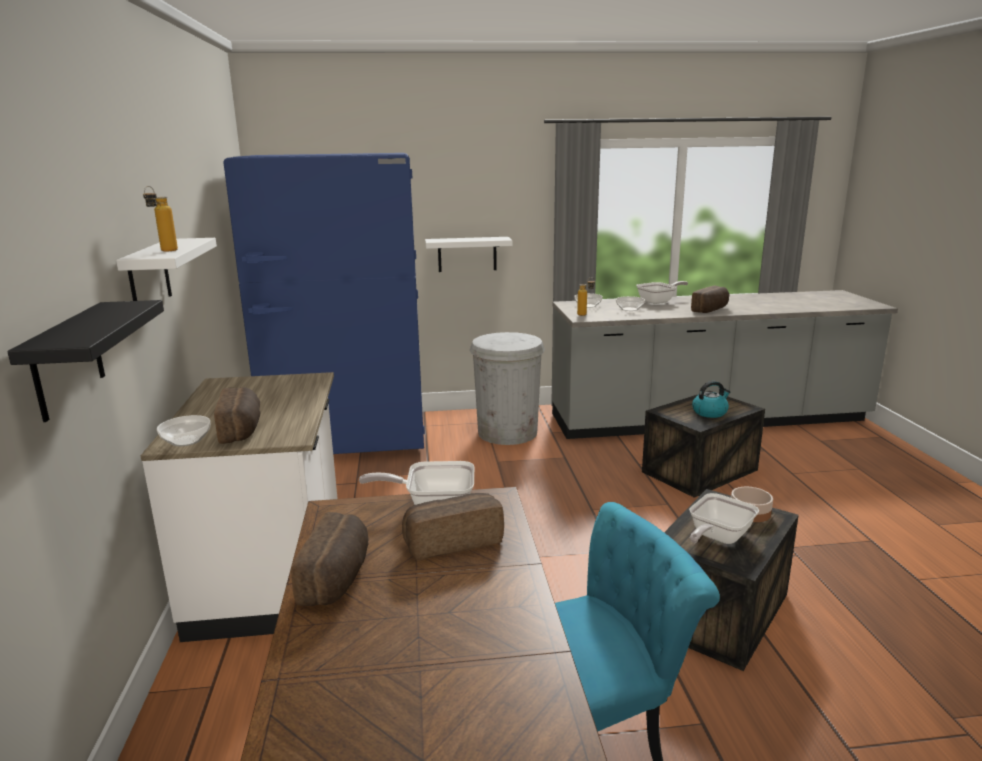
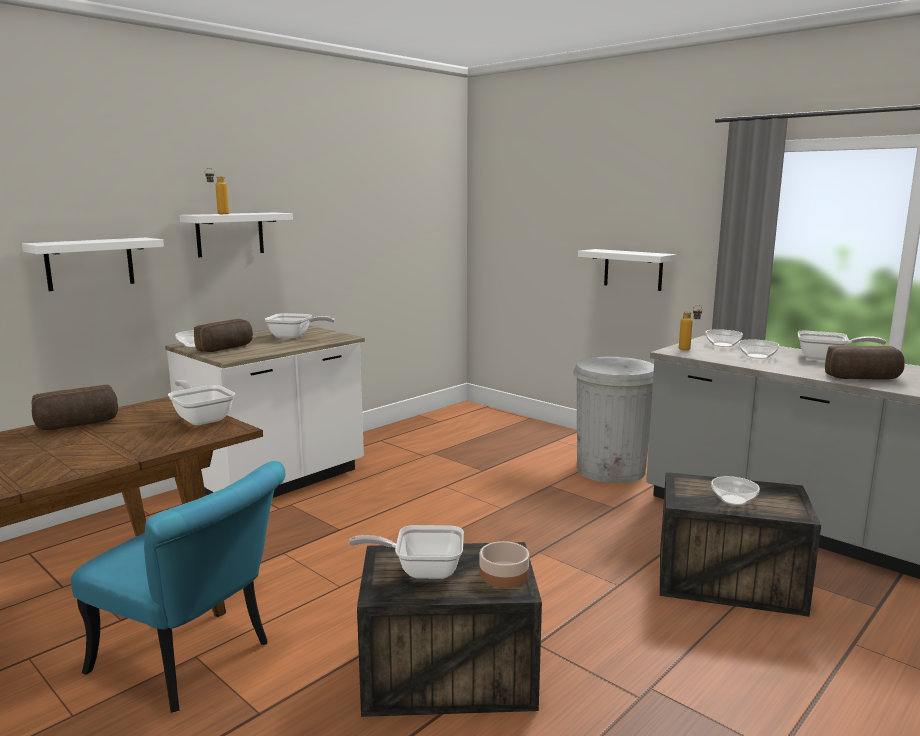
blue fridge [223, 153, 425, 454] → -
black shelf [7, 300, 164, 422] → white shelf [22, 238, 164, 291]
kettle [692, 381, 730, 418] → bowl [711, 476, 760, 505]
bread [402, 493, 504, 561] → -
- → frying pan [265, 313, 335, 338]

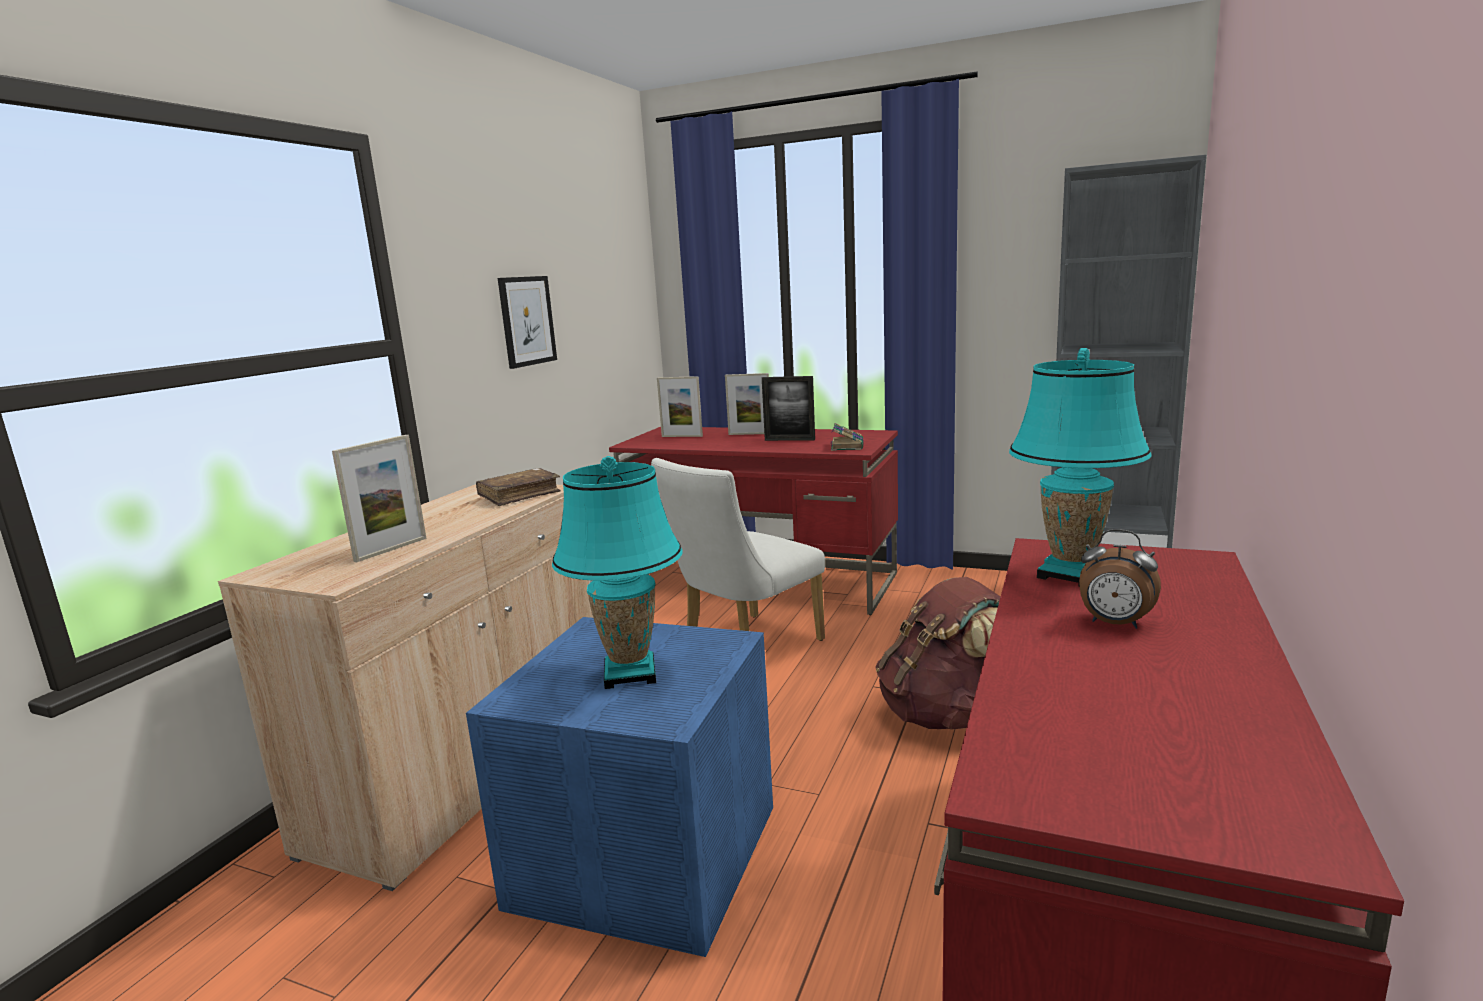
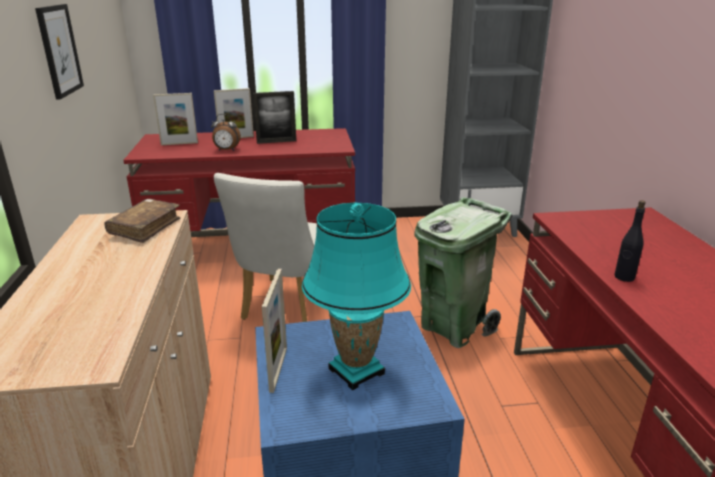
turquoise table lamp [1009, 348, 1151, 587] → -
book [830, 423, 864, 451] → -
picture frame [332, 435, 427, 562] → picture frame [262, 269, 287, 393], shifted
alarm clock [1079, 529, 1161, 629] → alarm clock [211, 114, 241, 151], shifted
brown backpack [876, 577, 1000, 730] → green trash can [414, 197, 512, 348]
- → black bottle [614, 200, 646, 282]

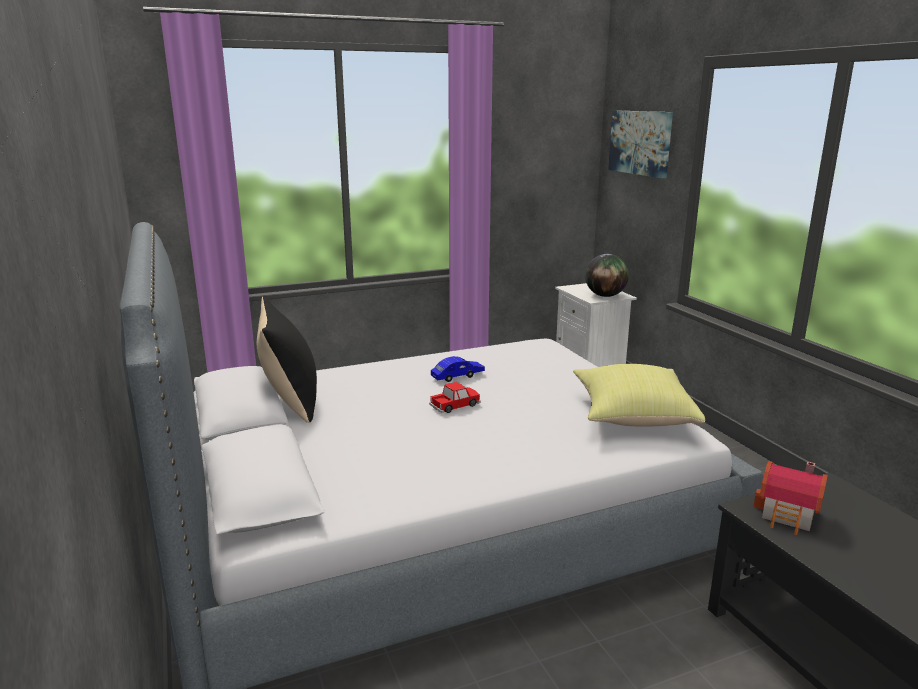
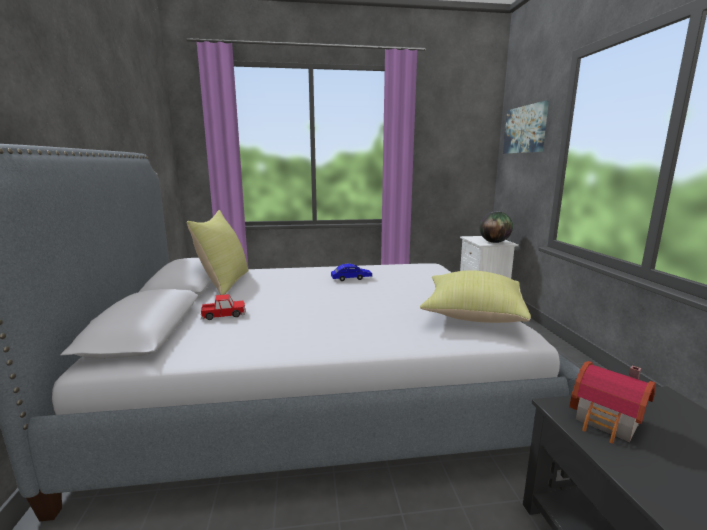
black pillow [257, 296, 317, 423] → yellow pillow [187, 210, 249, 295]
toy car [429, 382, 480, 413] → toy car [201, 294, 246, 320], shifted

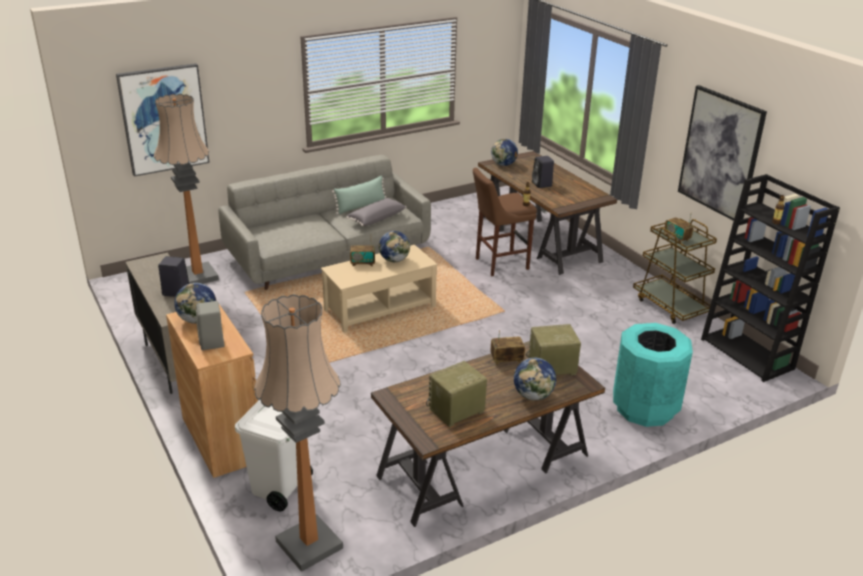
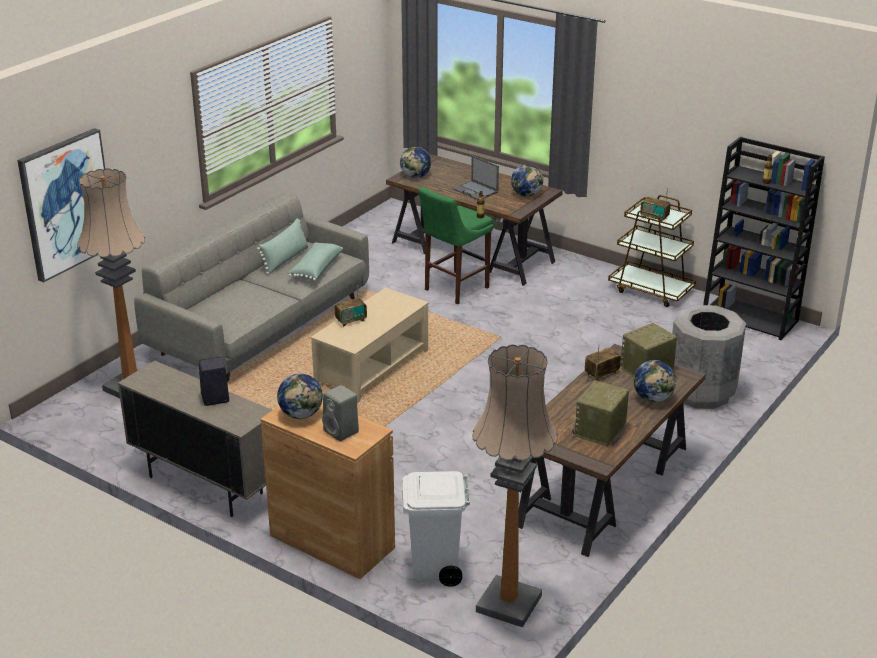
picture [678, 85, 767, 221] → -
black speaker [532, 156, 554, 188] → laptop [453, 156, 499, 200]
brown stool [473, 168, 537, 276] → green stool [418, 187, 493, 305]
grey pillow [346, 198, 406, 226] → green pillow [288, 242, 343, 281]
globe [379, 231, 410, 262] → globe [511, 164, 543, 197], shifted
turquoise trash can [613, 323, 693, 427] → grey trash can [672, 305, 746, 409]

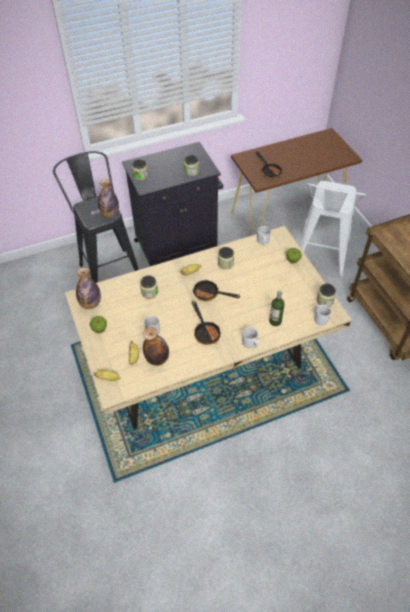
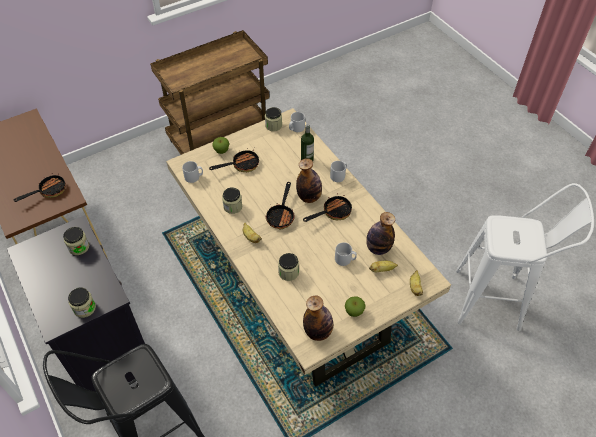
bottle [98, 179, 119, 218] → bottle [296, 158, 322, 203], shifted
white stool [299, 181, 366, 278] → white stool [456, 183, 594, 331], shifted
- → frying pan [209, 148, 259, 172]

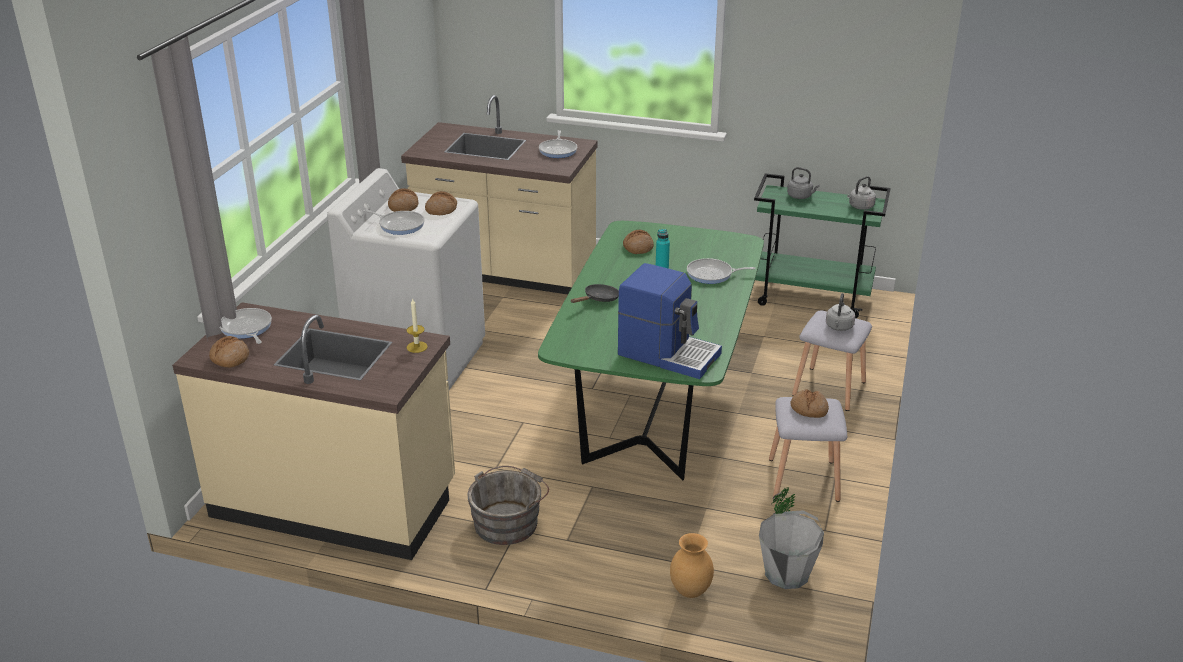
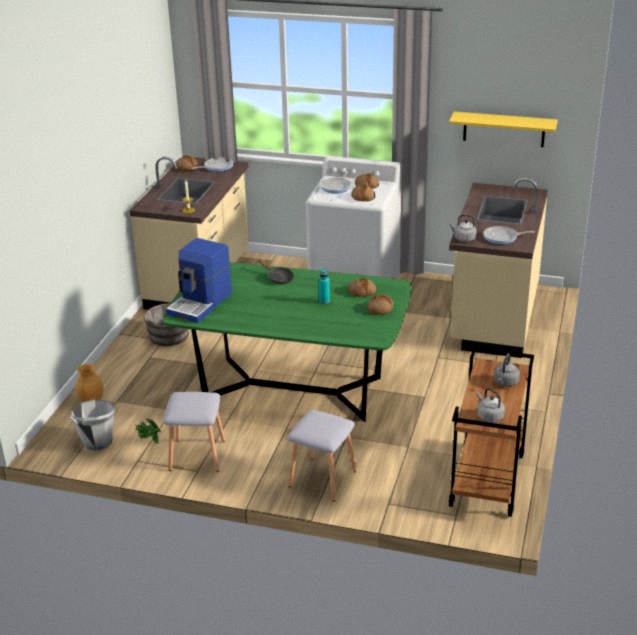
green cart [754, 173, 890, 318] → brown cart [449, 347, 534, 517]
frying pan [687, 258, 756, 284] → -
grey kettle [826, 293, 855, 331] → grey kettle [449, 214, 477, 242], shifted
bread [791, 389, 829, 418] → bread [367, 294, 393, 315], shifted
- → yellow shelf [449, 112, 558, 147]

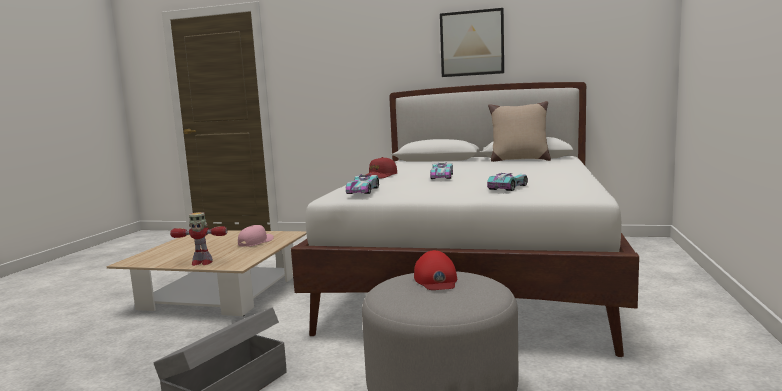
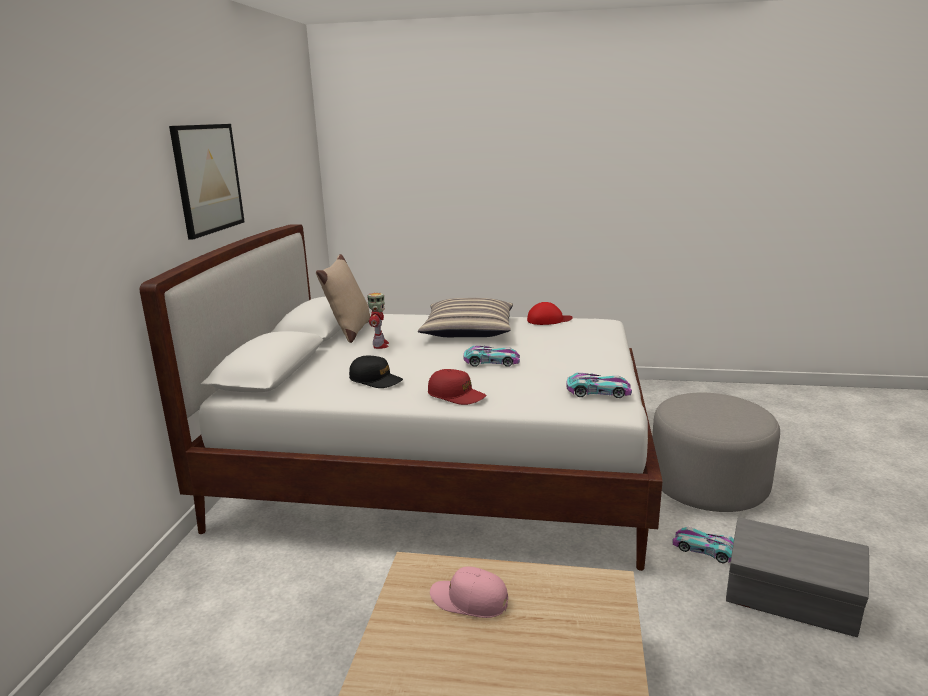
toy car [487, 173, 528, 191] → toy car [672, 527, 734, 564], shifted
toy robot [170, 212, 227, 266] → toy robot [367, 293, 389, 349], shifted
red cap [414, 250, 457, 290] → red cap [527, 302, 573, 325], shifted
- → pillow [418, 298, 513, 337]
- → black cap [349, 355, 403, 388]

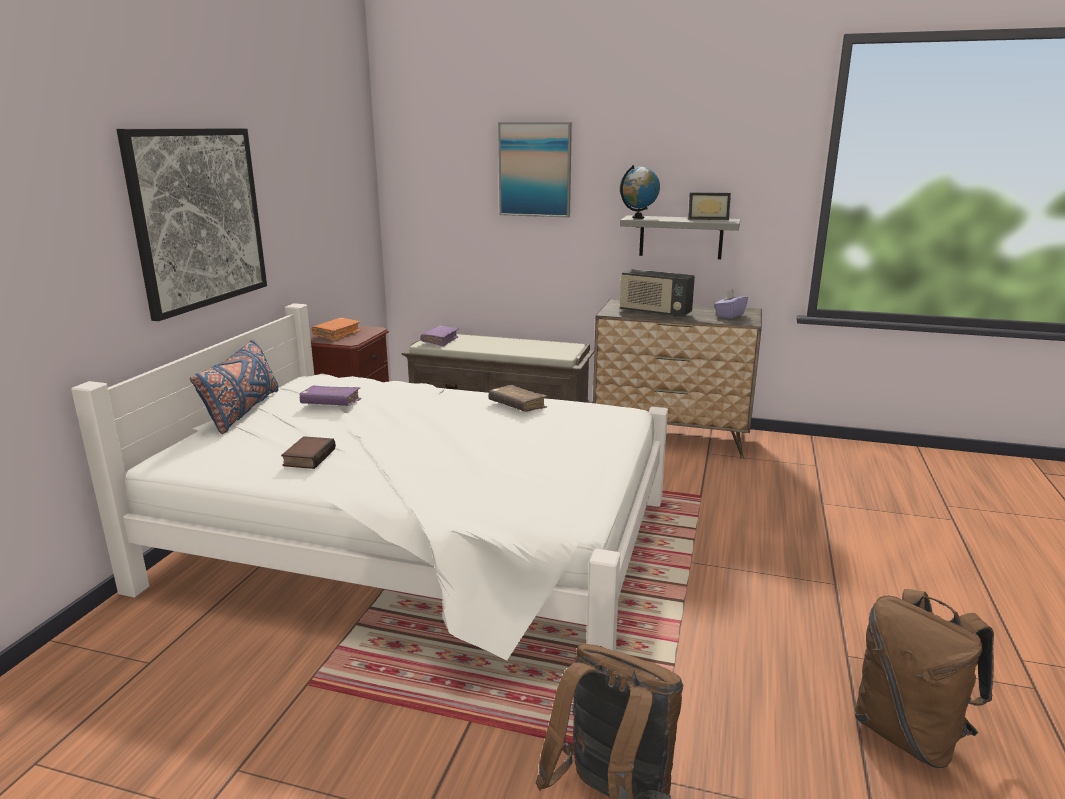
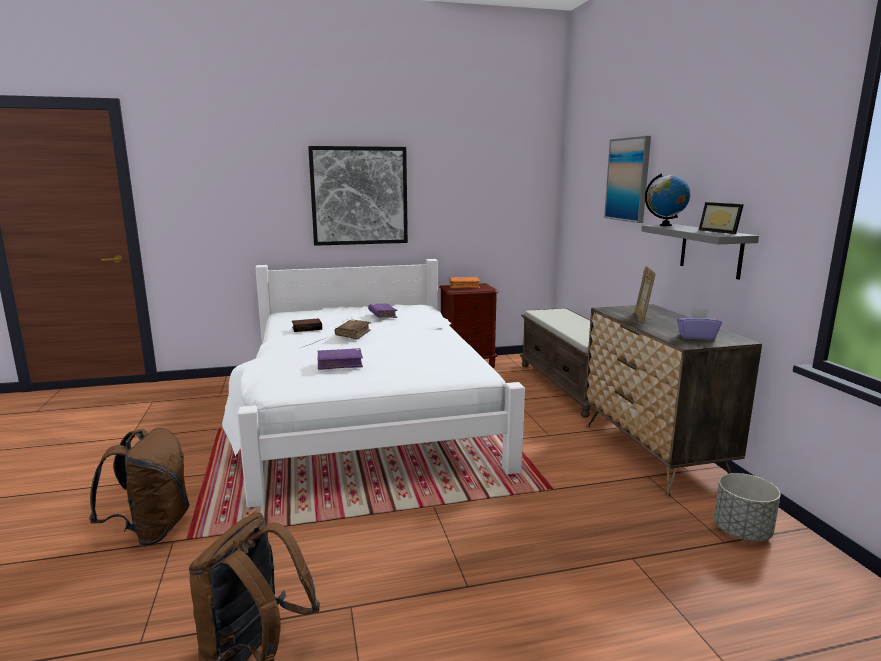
radio [619, 269, 695, 317] → picture frame [635, 266, 656, 323]
purple book [421, 325, 459, 346] → purple book [318, 348, 363, 370], shifted
blue pillow [190, 340, 279, 434] → -
brown book [488, 385, 548, 412] → brown book [335, 320, 371, 340], shifted
- → grey planter [714, 473, 781, 541]

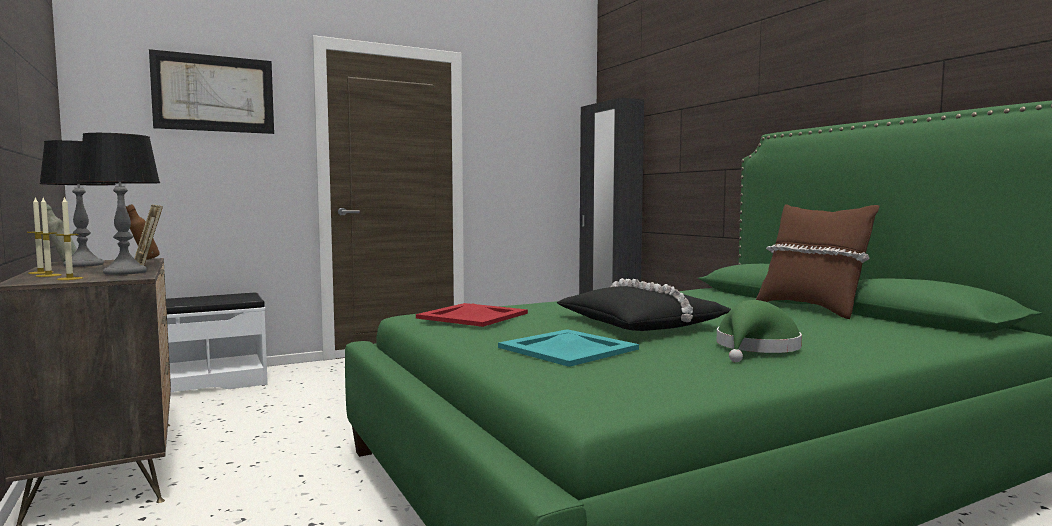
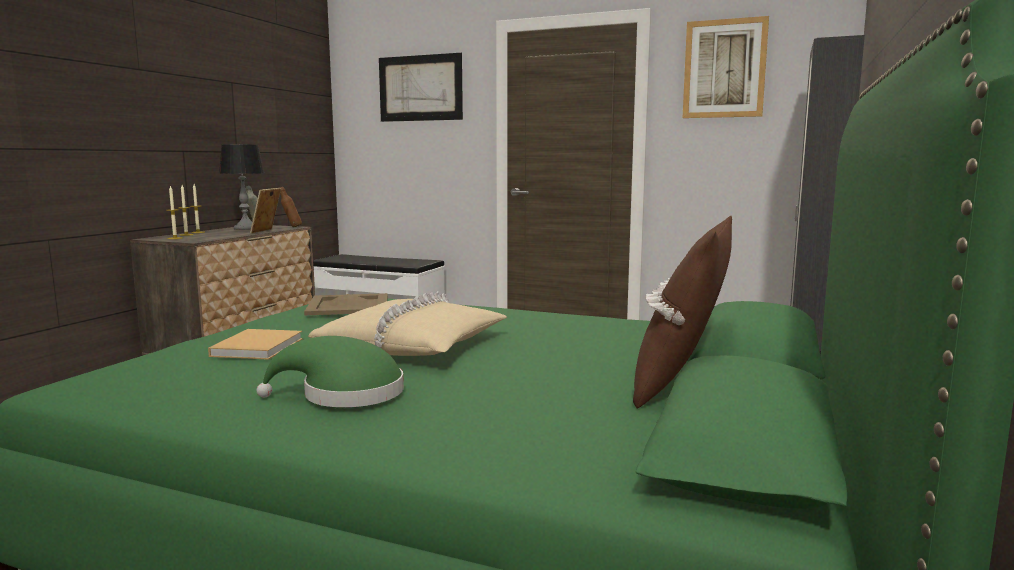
table lamp [77, 133, 160, 275] → -
black pillow [557, 278, 731, 331] → beige pillow [308, 291, 507, 356]
red tray [416, 303, 528, 327] → beige tray [304, 293, 388, 316]
turquoise tray [498, 329, 639, 367] → beige book [208, 329, 303, 360]
- → picture [683, 16, 769, 118]

